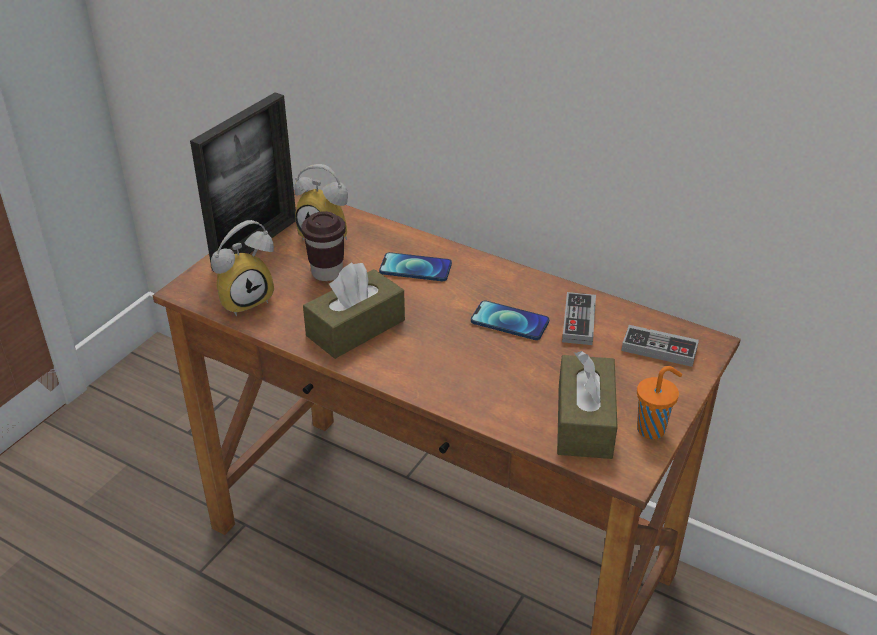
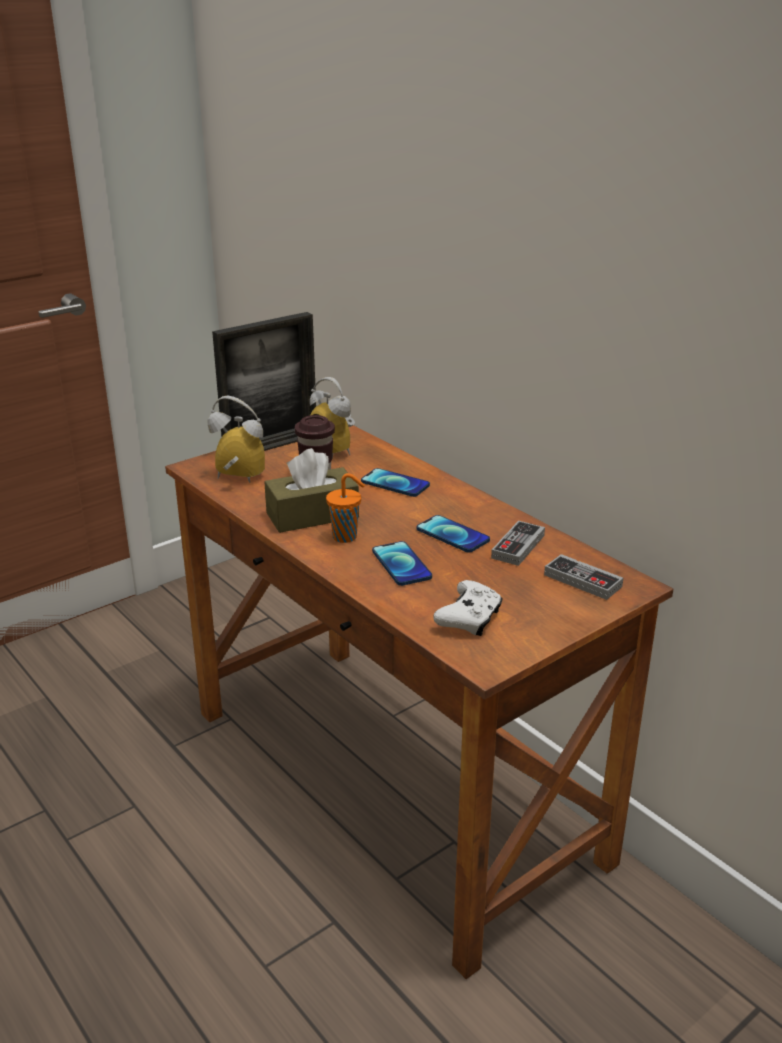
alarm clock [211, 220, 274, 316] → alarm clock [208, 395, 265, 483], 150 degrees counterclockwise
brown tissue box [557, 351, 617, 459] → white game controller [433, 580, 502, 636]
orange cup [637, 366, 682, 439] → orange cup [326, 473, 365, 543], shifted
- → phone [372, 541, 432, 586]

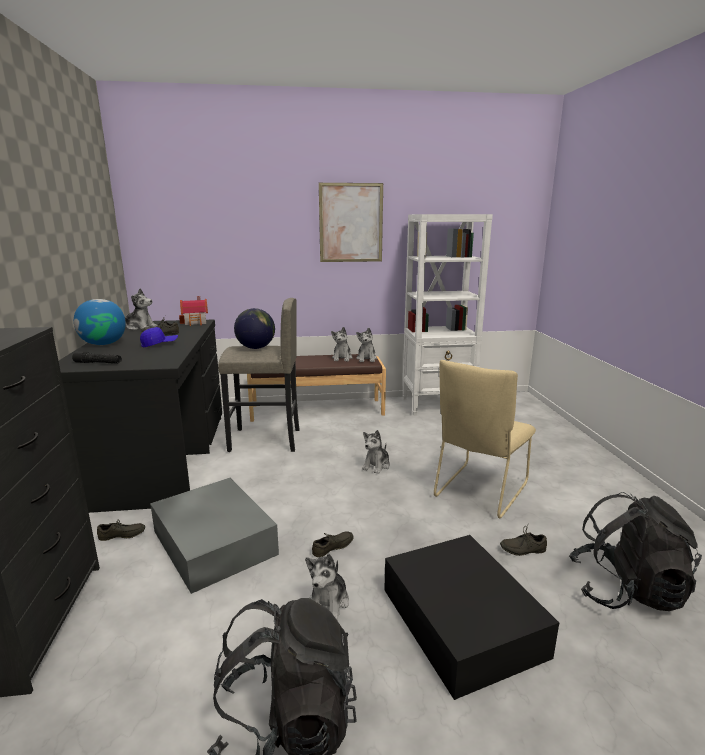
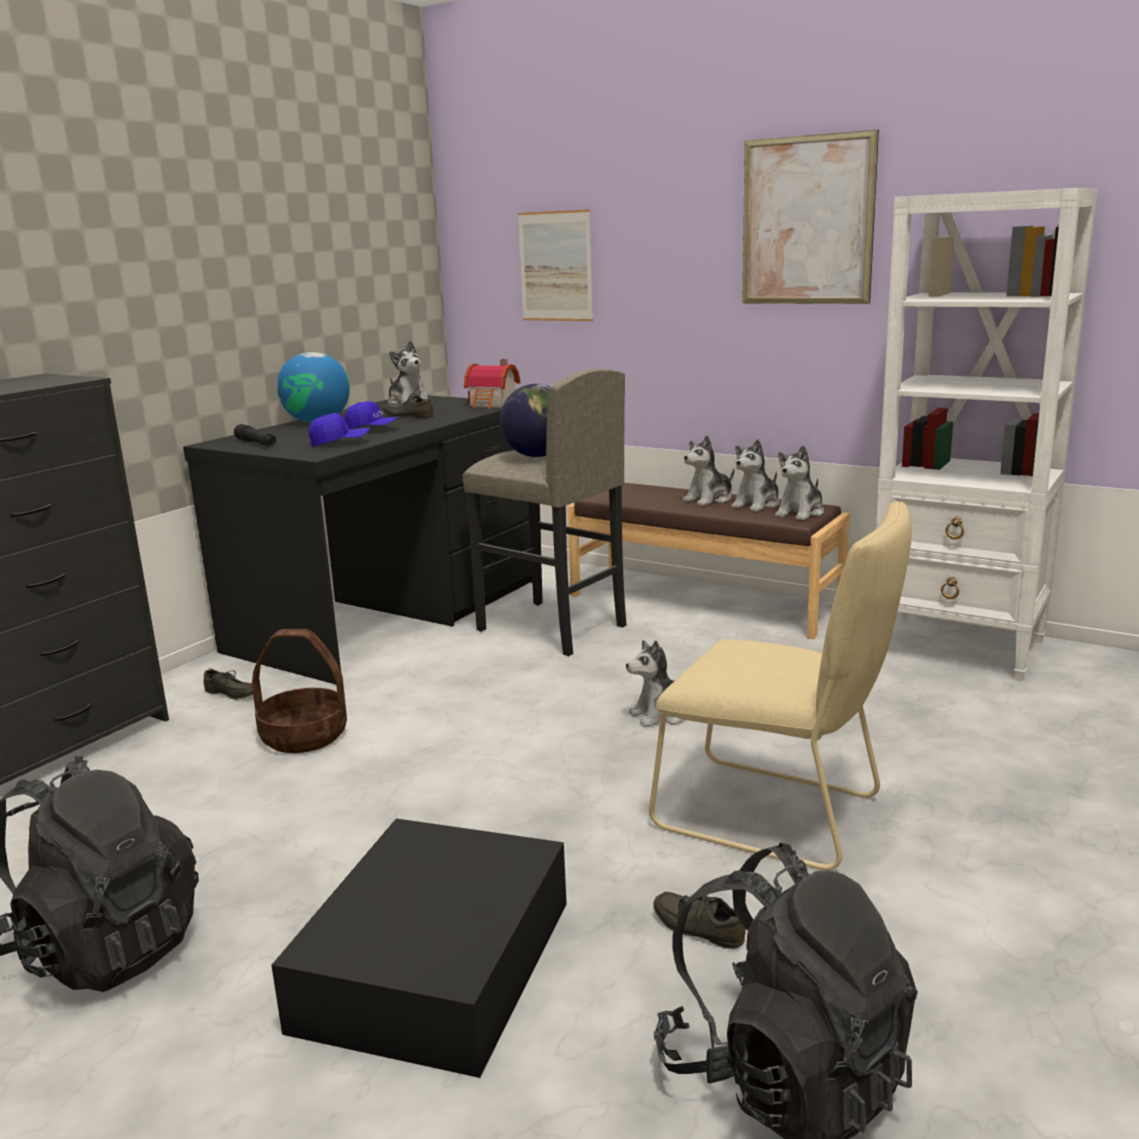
beige chair [434, 360, 536, 519] → beige chair [649, 502, 912, 870], 135 degrees counterclockwise
grey storage box [150, 478, 279, 594] → basket [252, 629, 347, 753]
grey shoe [312, 531, 354, 557] → -
plush toy [305, 554, 349, 620] → plush toy [683, 435, 734, 506], shifted
- → picture [518, 209, 593, 321]
- → blue cap [308, 413, 370, 447]

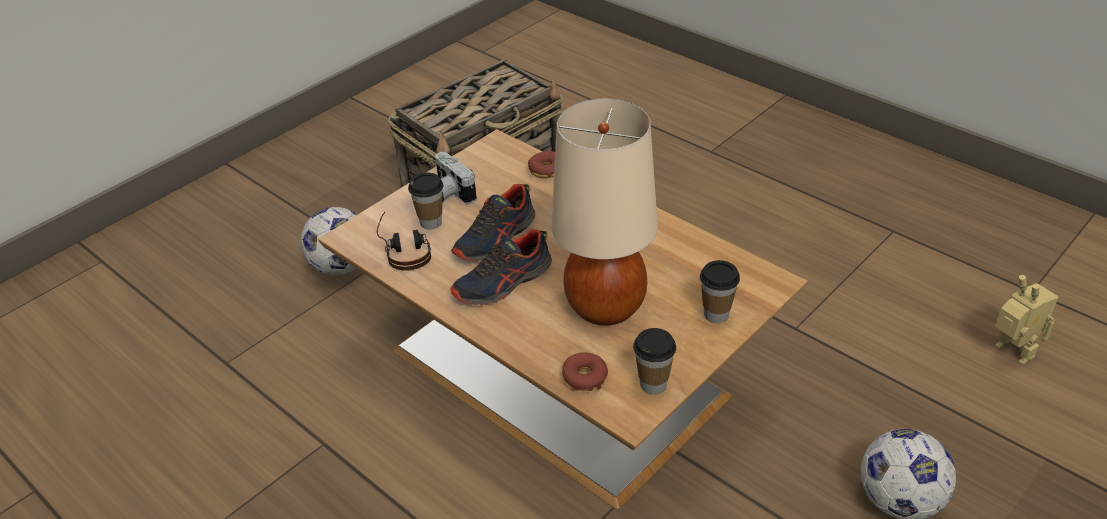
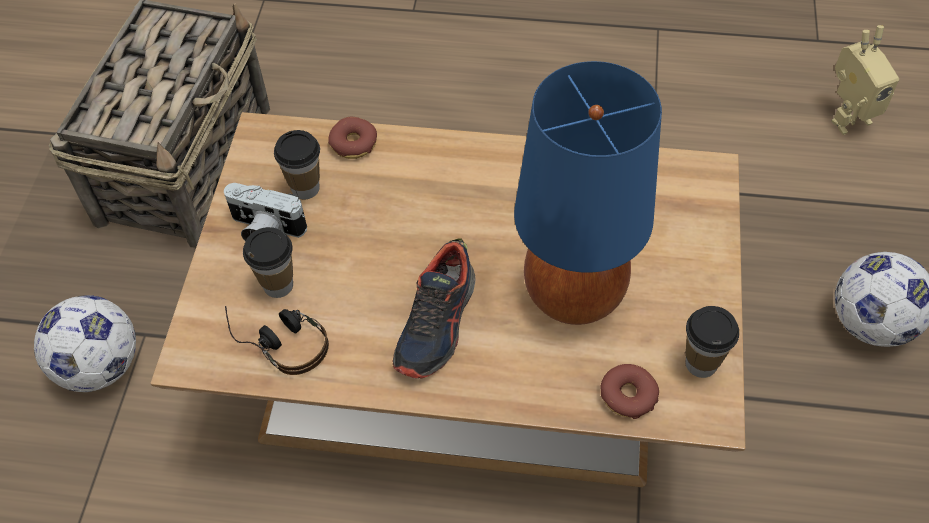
beige table lamp [551, 99, 658, 326] → blue table lamp [514, 61, 662, 325]
shoe [451, 184, 535, 262] → -
cup [700, 260, 740, 323] → cup [274, 130, 320, 199], shifted
toy robot [995, 275, 1058, 365] → toy robot [831, 25, 899, 135], 135 degrees clockwise

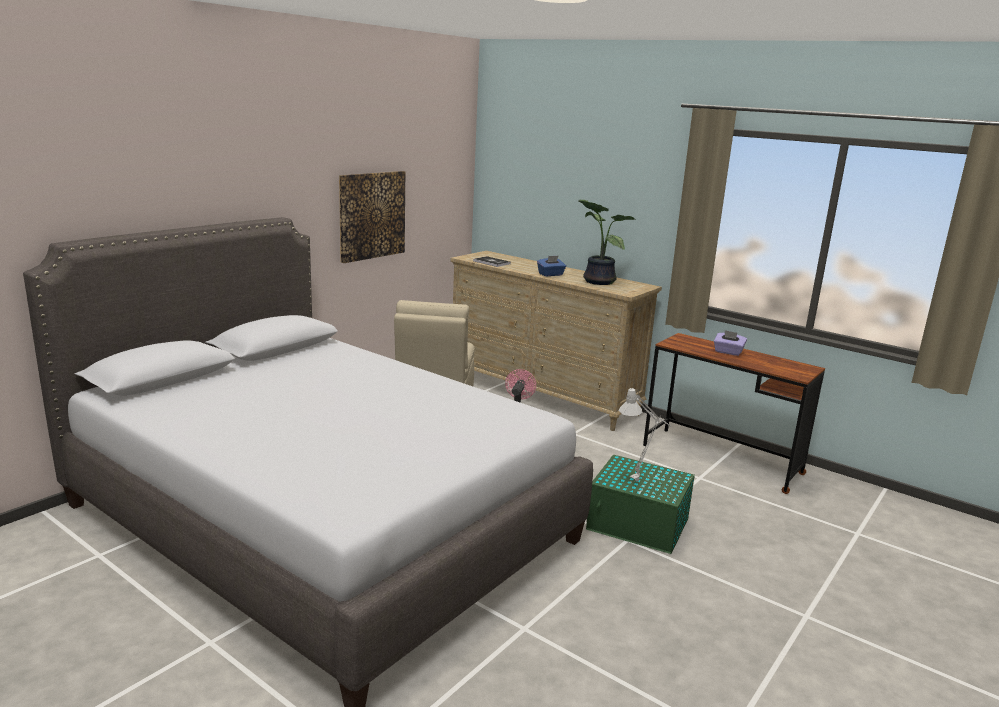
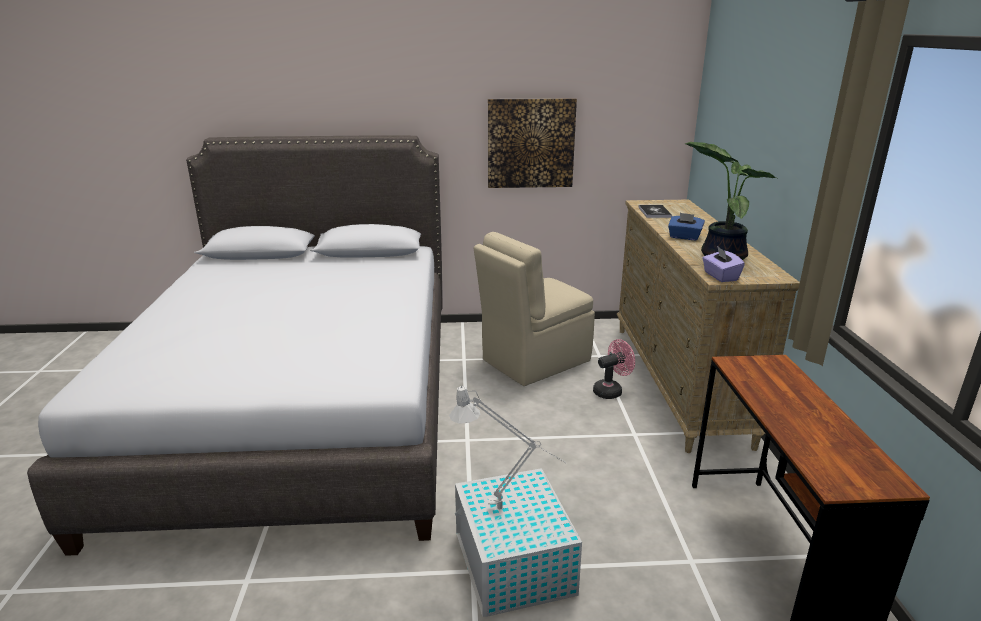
purple tissue box [714, 330, 747, 356] → purple tissue box [702, 246, 745, 282], shifted
green storage box [586, 455, 695, 554] → white storage box [455, 468, 582, 617]

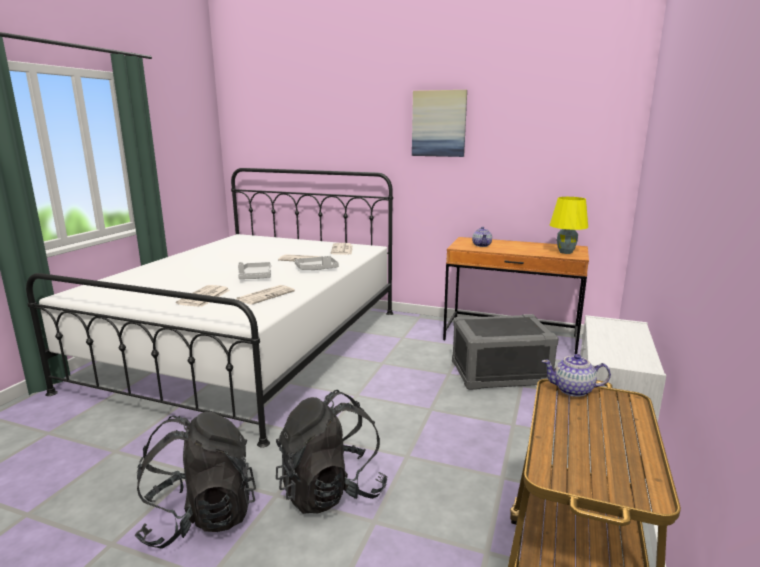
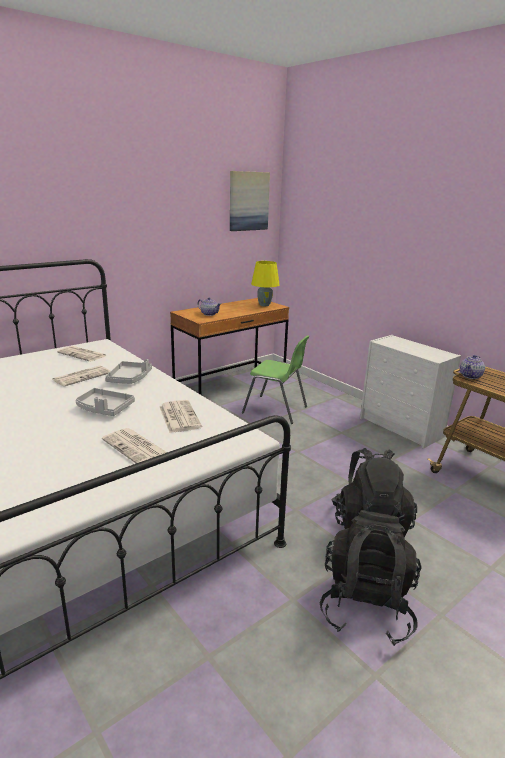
picture [412, 90, 467, 157] → picture [230, 171, 270, 231], shifted
grey storage box [452, 314, 559, 390] → green chair [242, 335, 309, 424]

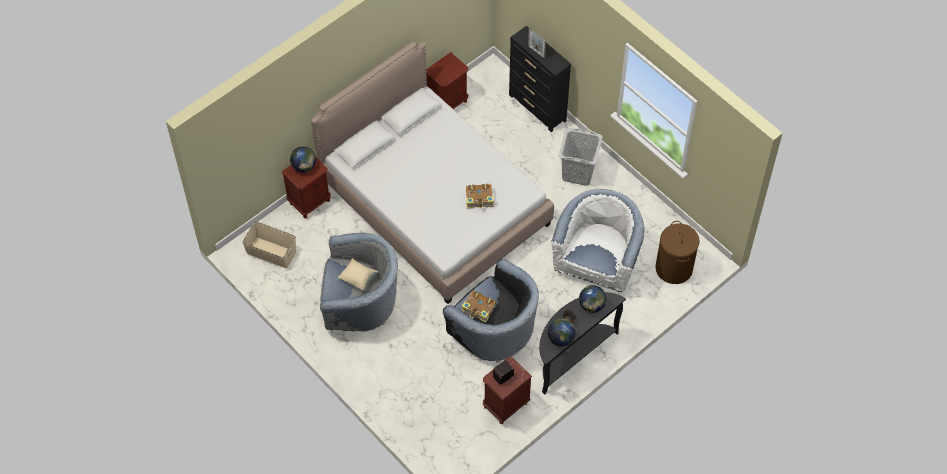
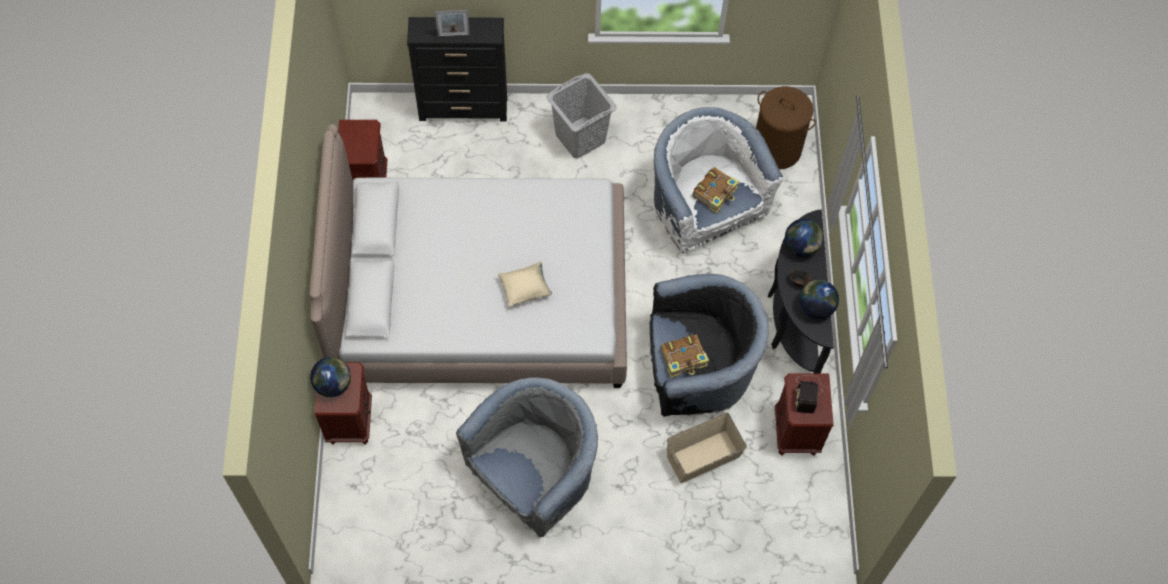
book [466, 184, 494, 209] → book [693, 167, 739, 214], shifted
beige storage box [242, 221, 296, 268] → beige storage box [667, 412, 747, 483], shifted
beige pillow [338, 258, 378, 291] → beige pillow [498, 262, 552, 306], shifted

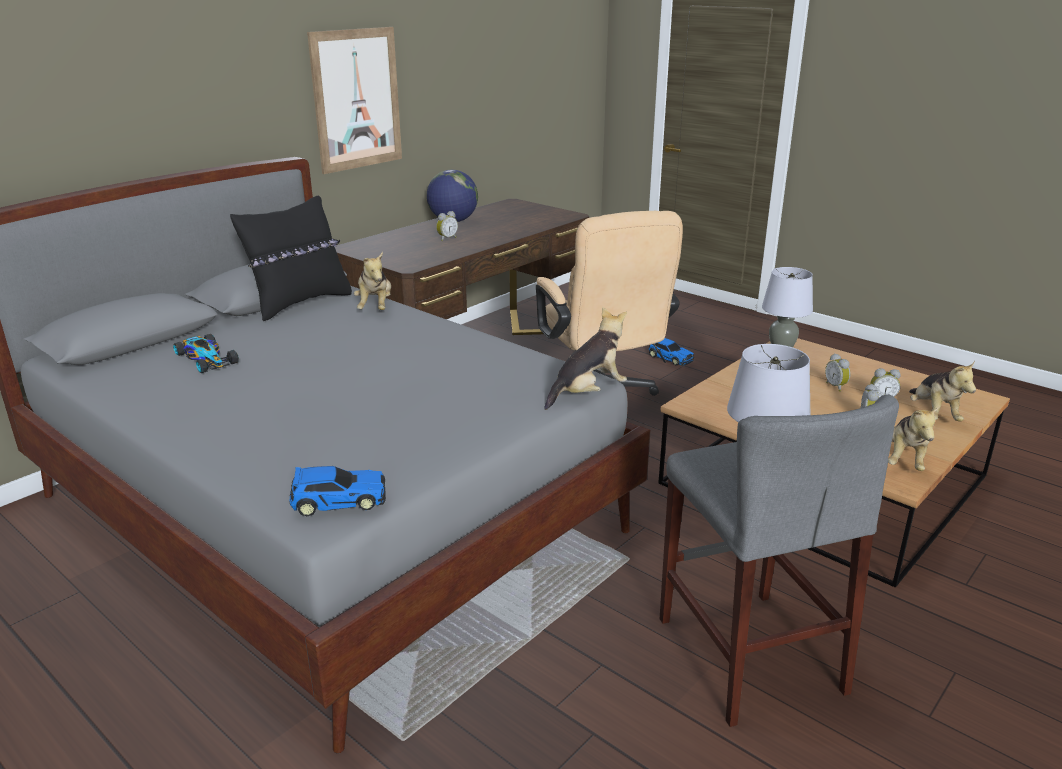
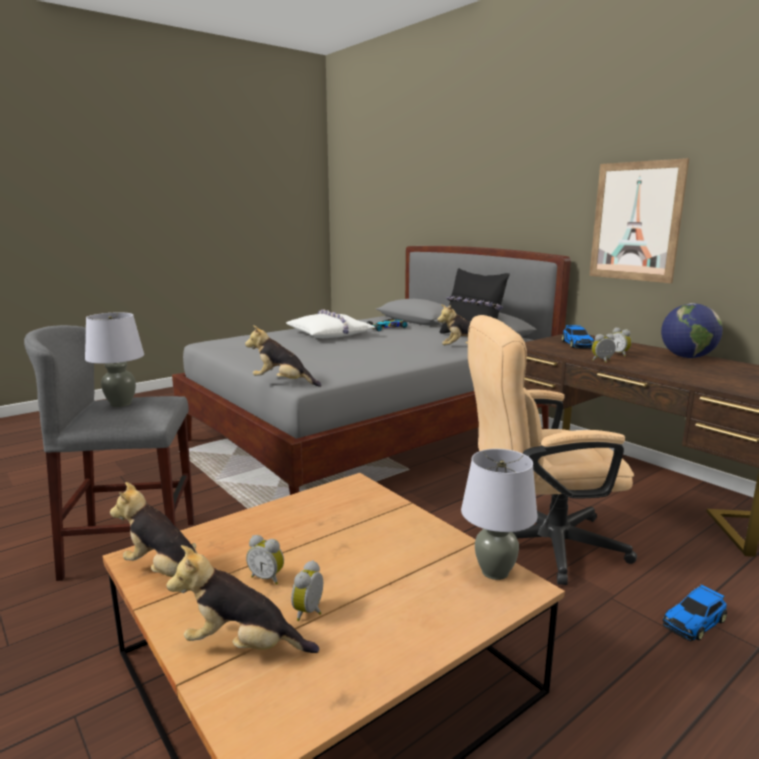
plush toy [545, 307, 627, 410] → plush toy [245, 325, 322, 387], 135 degrees clockwise
alarm clock [825, 353, 850, 392] → alarm clock [592, 334, 616, 363], shifted
toy car [290, 466, 386, 516] → toy car [561, 325, 595, 349], shifted
- → white pillow [286, 310, 376, 338]

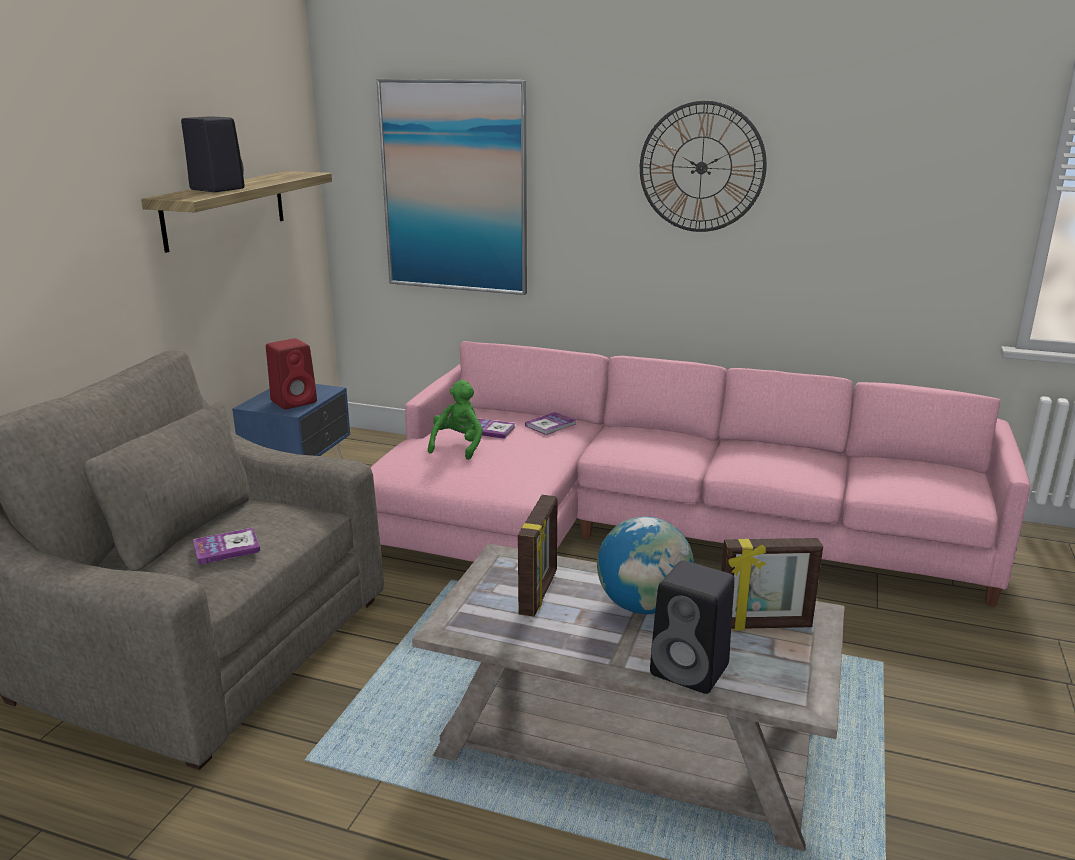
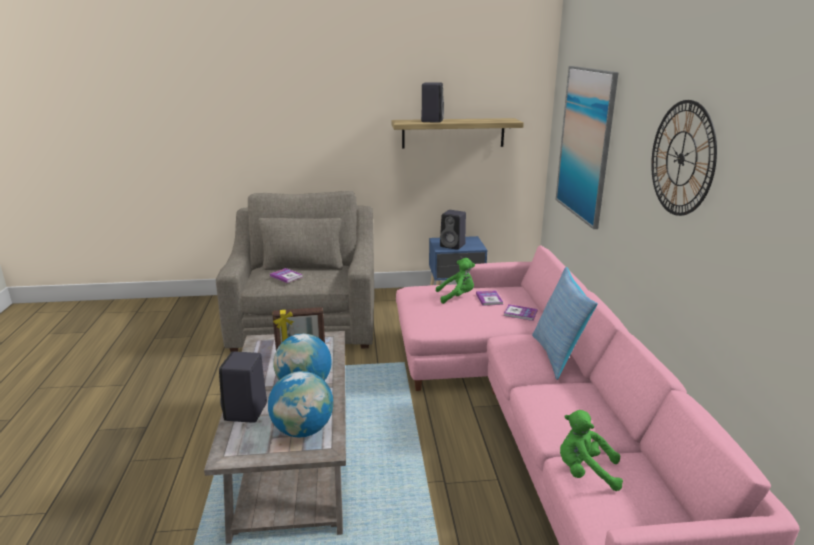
red speaker [266, 338, 317, 409] → black speaker [440, 210, 466, 250]
picture frame [721, 538, 823, 630] → globe [268, 371, 333, 438]
- → pillow [532, 267, 598, 380]
- → green plush toy [560, 410, 623, 491]

